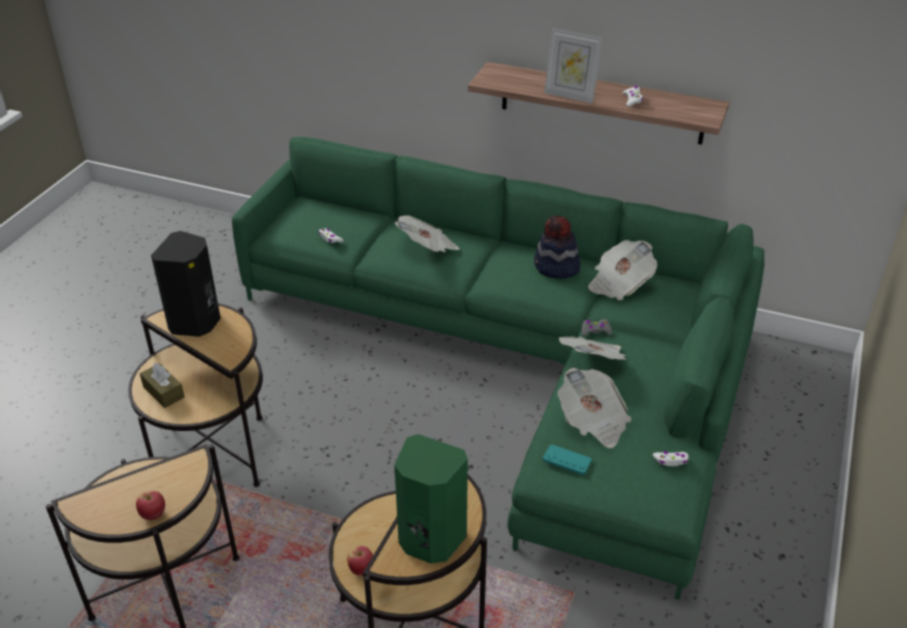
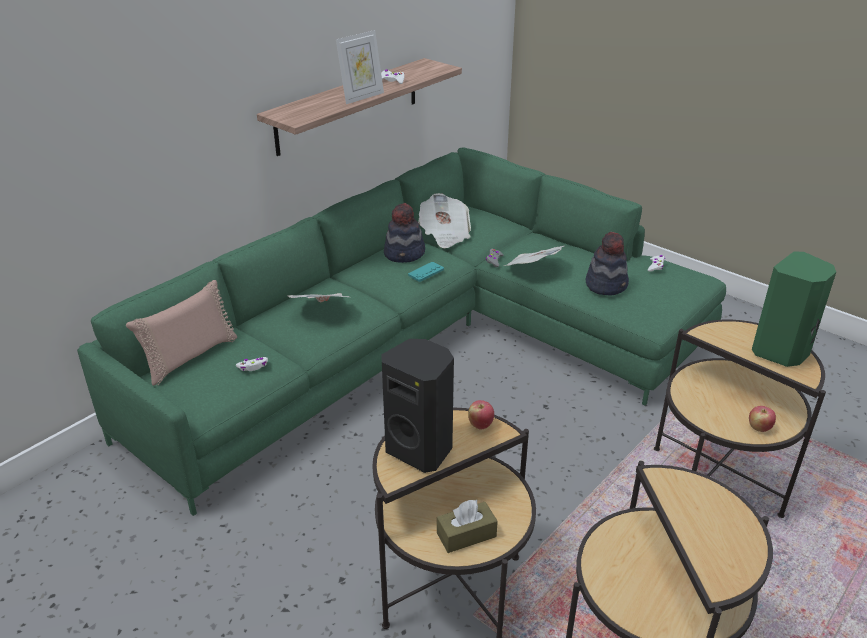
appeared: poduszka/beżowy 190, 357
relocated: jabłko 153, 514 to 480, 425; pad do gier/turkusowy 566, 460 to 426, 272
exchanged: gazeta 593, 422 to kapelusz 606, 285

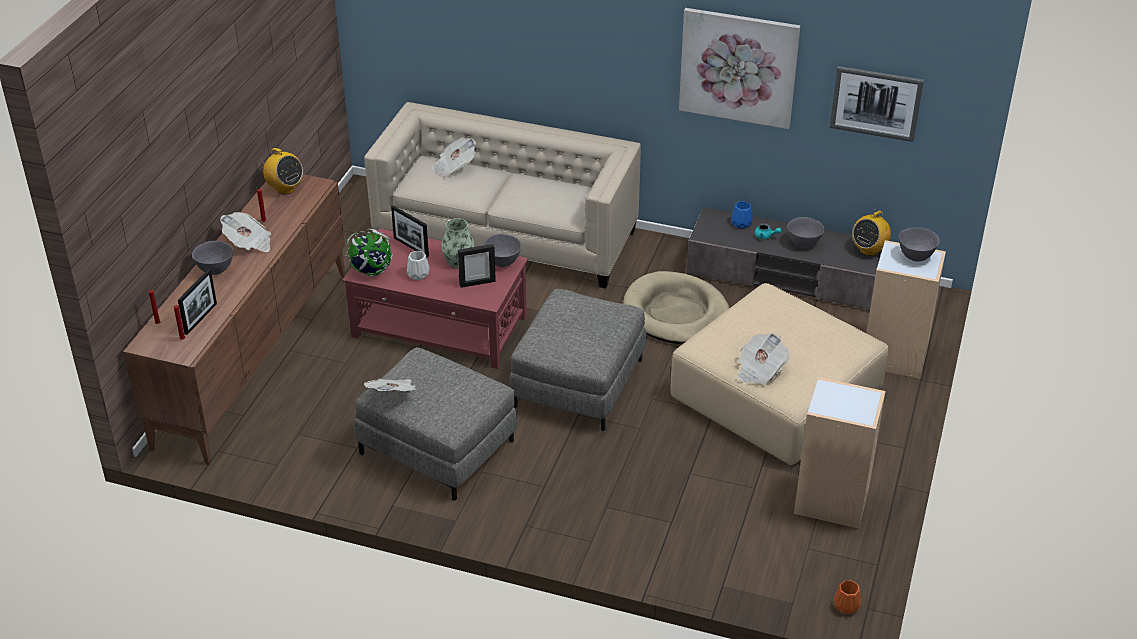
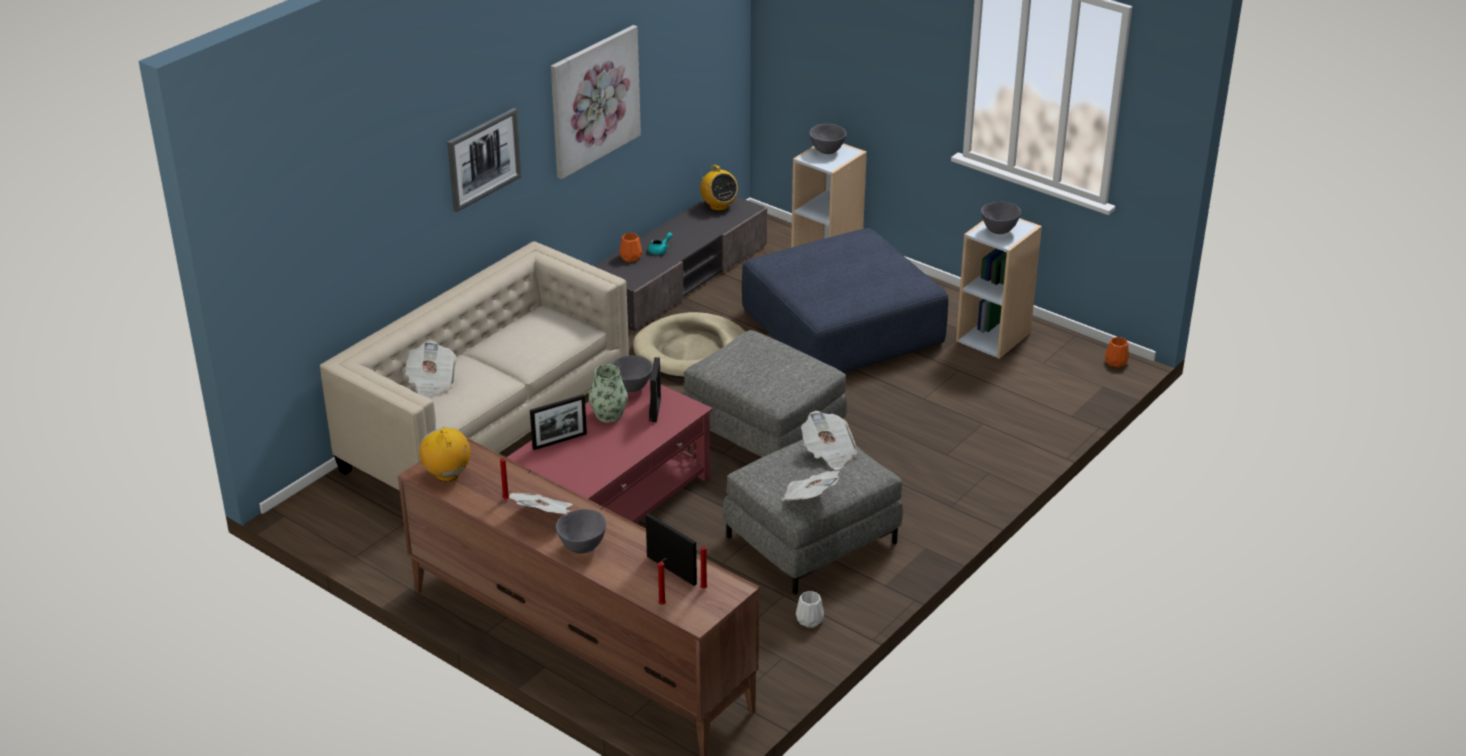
missing: globus 371, 271
relocated: wazon/biały 418, 275 to 810, 620; gazeta 759, 370 to 828, 453; miska/szary 803, 244 to 998, 231; obraz 876, 103 to 483, 159
colour: pufa/beżowy 775, 393 to pufa/niebieski 840, 328; wazon/niebieski 741, 224 to wazon/pomarańczowy 631, 258
spun: radio 285, 189 = 447, 474 90 degrees counterclockwise

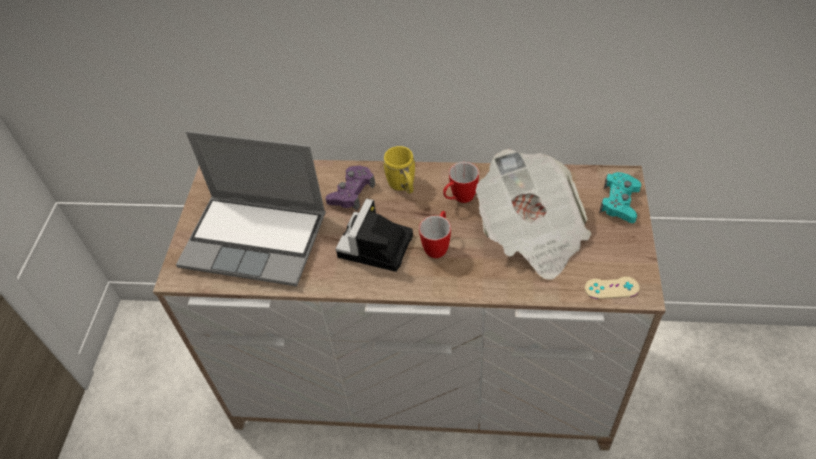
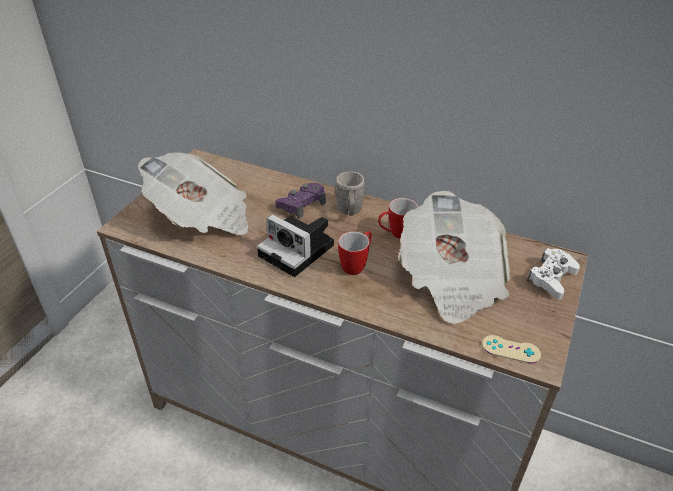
exchanged: laptop 257, 239 to gazeta 202, 217
colour: kubek/żółty 403, 186 to kubek/szary 350, 211; pad do gier/turkusowy 619, 202 to pad do gier/biały 551, 278
spun: aparat fotograficzny 375, 248 = 299, 251 90 degrees counterclockwise

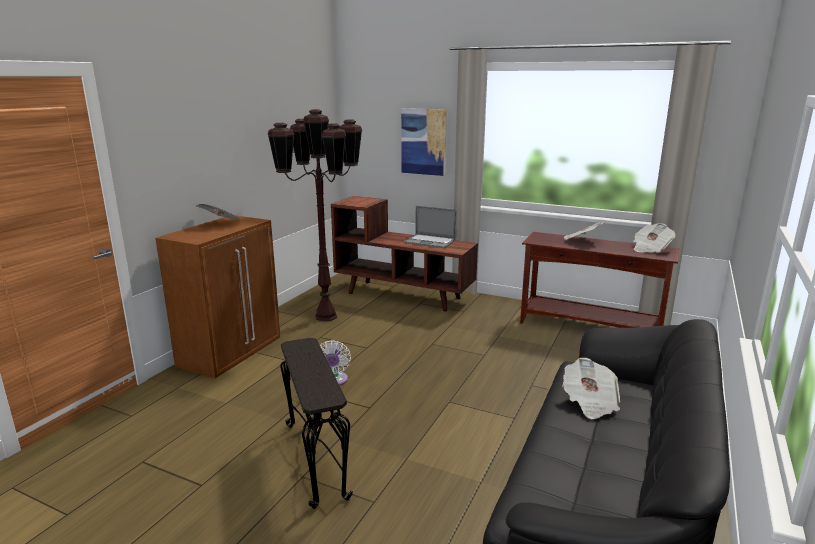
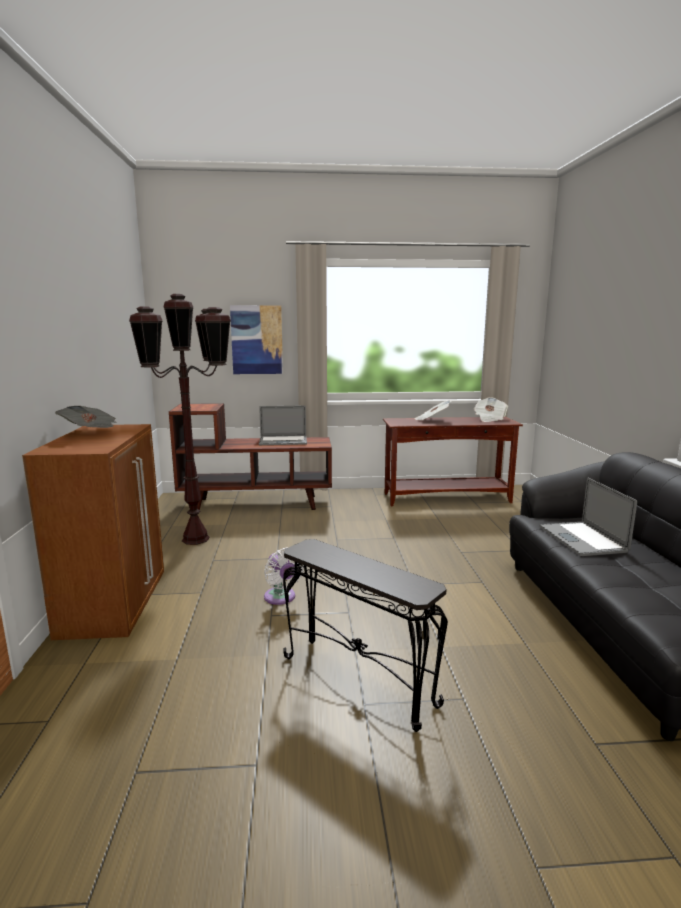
exchanged: gazeta 589, 402 to laptop 582, 539

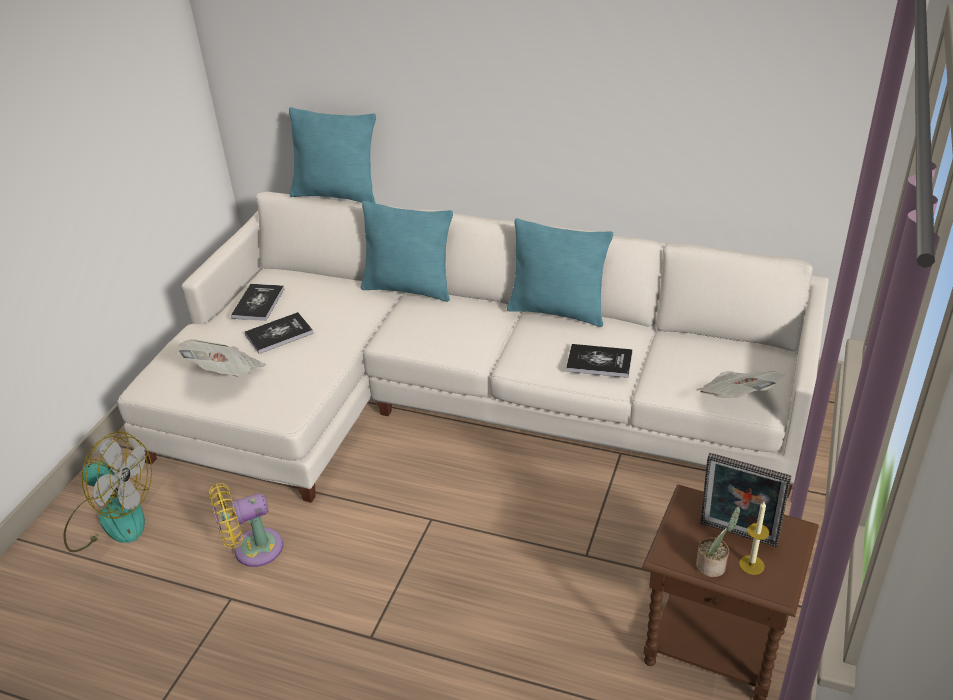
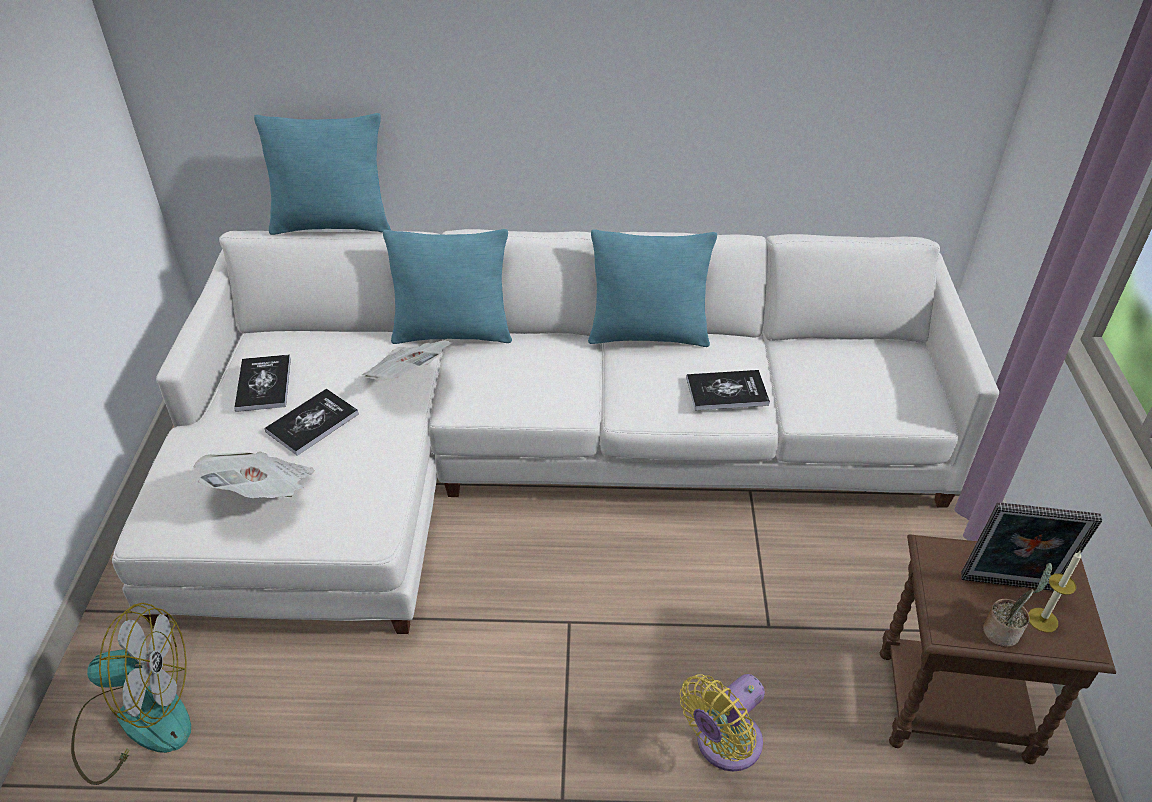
relocated: wentylator/żółty 253, 549 to 723, 745; gazeta 737, 399 to 409, 377

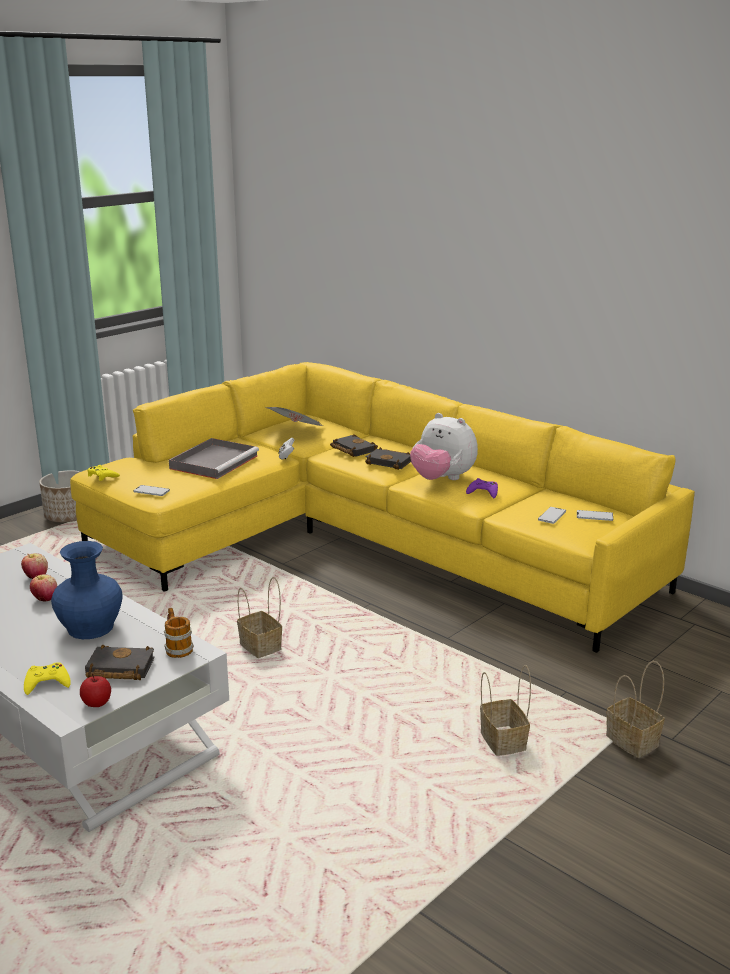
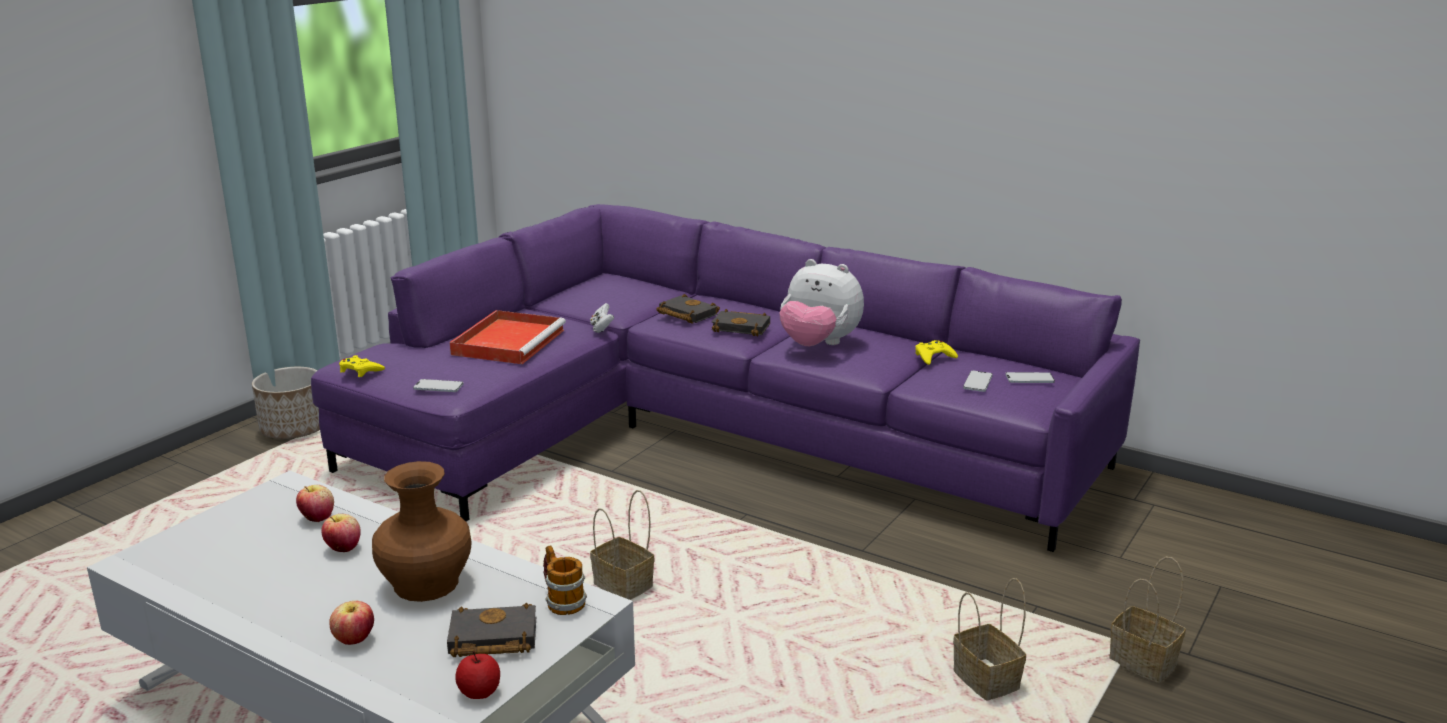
missing: gazeta 297, 432; pad do gier/fioletowy 483, 492
appeared: jabłko 354, 640
relocated: pad do gier/żółty 47, 683 to 934, 357
colour: wazon/niebieski 91, 627 to wazon/brązowy 426, 583; kanapa/żółty 366, 543 to kanapa/fioletowy 710, 435; taca/szary 214, 461 to taca/czerwony 509, 341

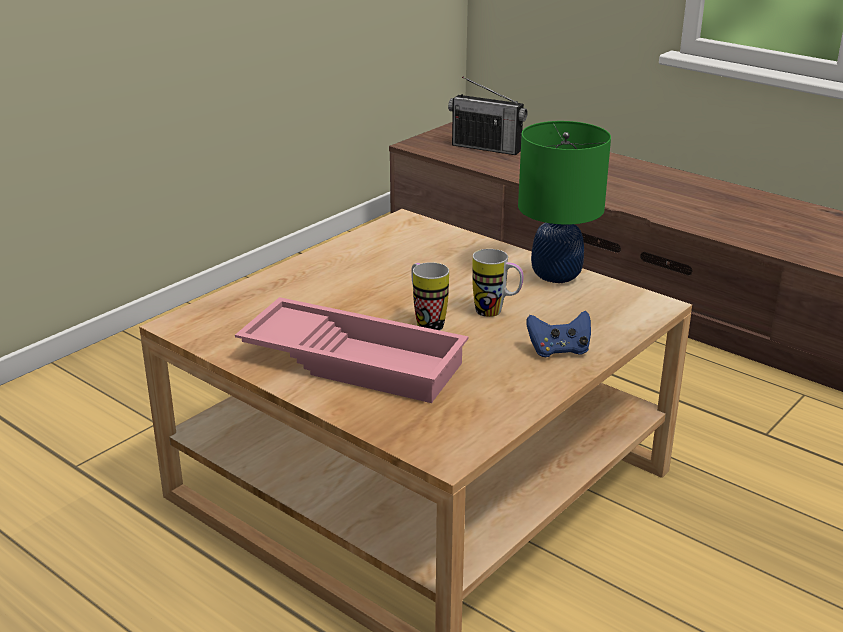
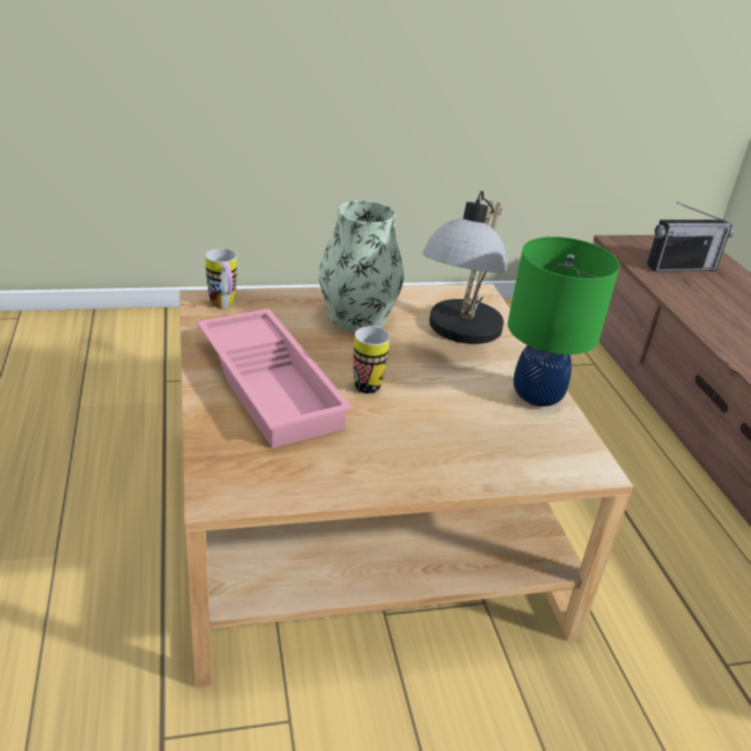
missing: pad do gier/niebieski 559, 350
appeared: wazon 357, 317; lampa stołowa 459, 335
relocated: kubek 496, 313 to 224, 306
spun: radio 486, 147 = 681, 267 75 degrees counterclockwise

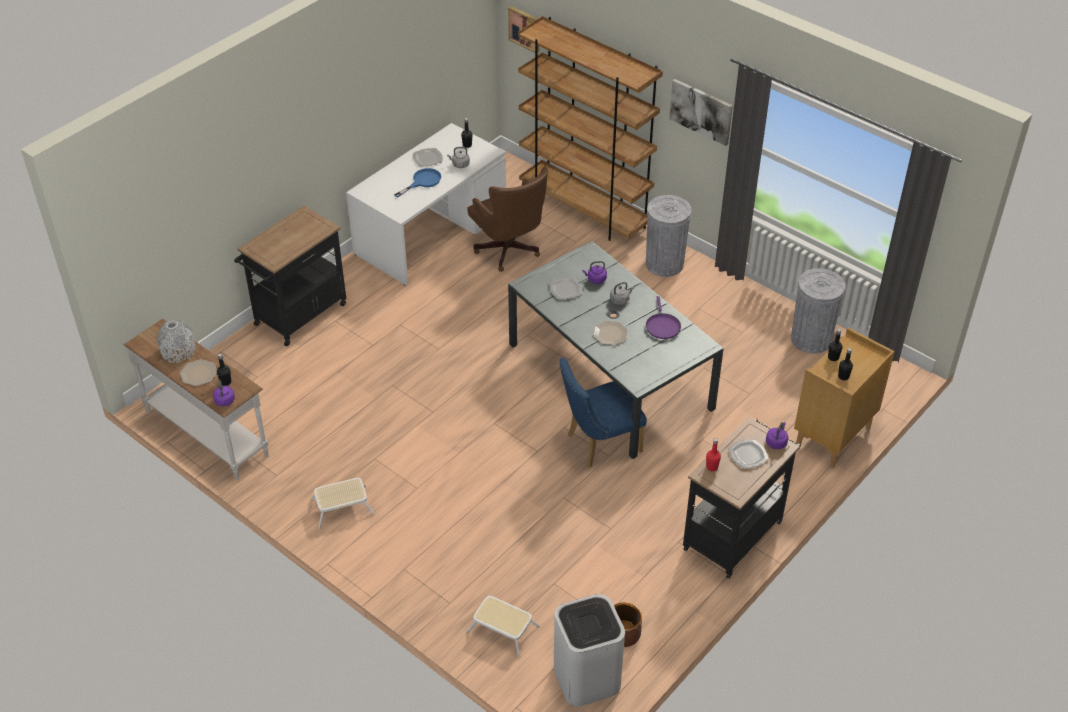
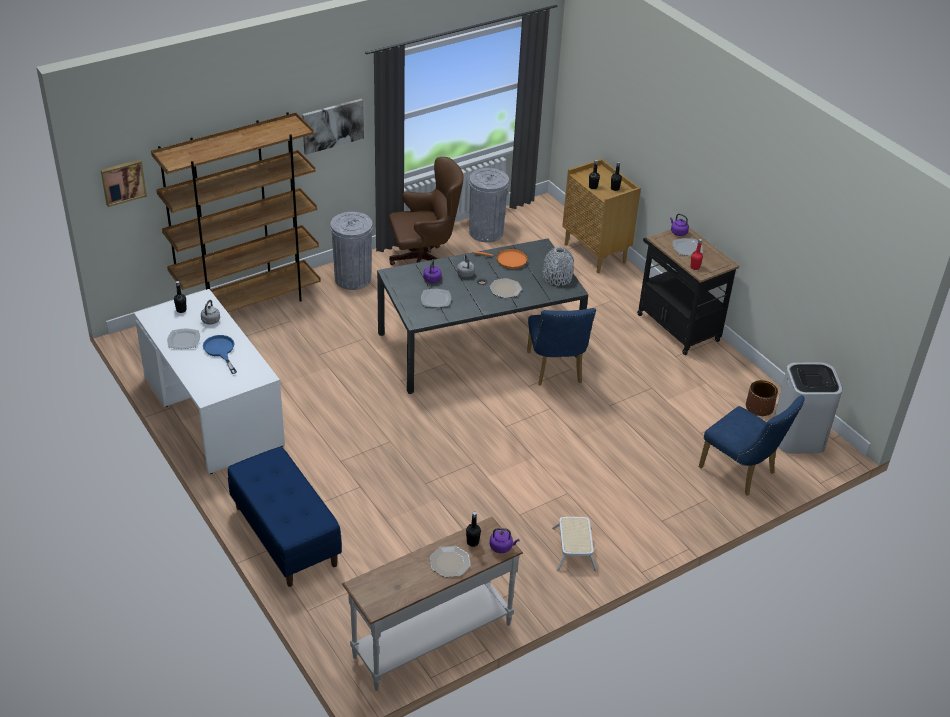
relocated: wazon/szary 178, 351 to 557, 277; krzesło biurowe/brązowy 509, 252 to 424, 261
exchanged: wózek/czarny 298, 316 to ławka/niebieski 284, 536; drabinka/beżowy 503, 629 to krzesło/niebieski 741, 473
colour: patelnia/fioletowy 662, 326 to patelnia/pomarańczowy 509, 260

